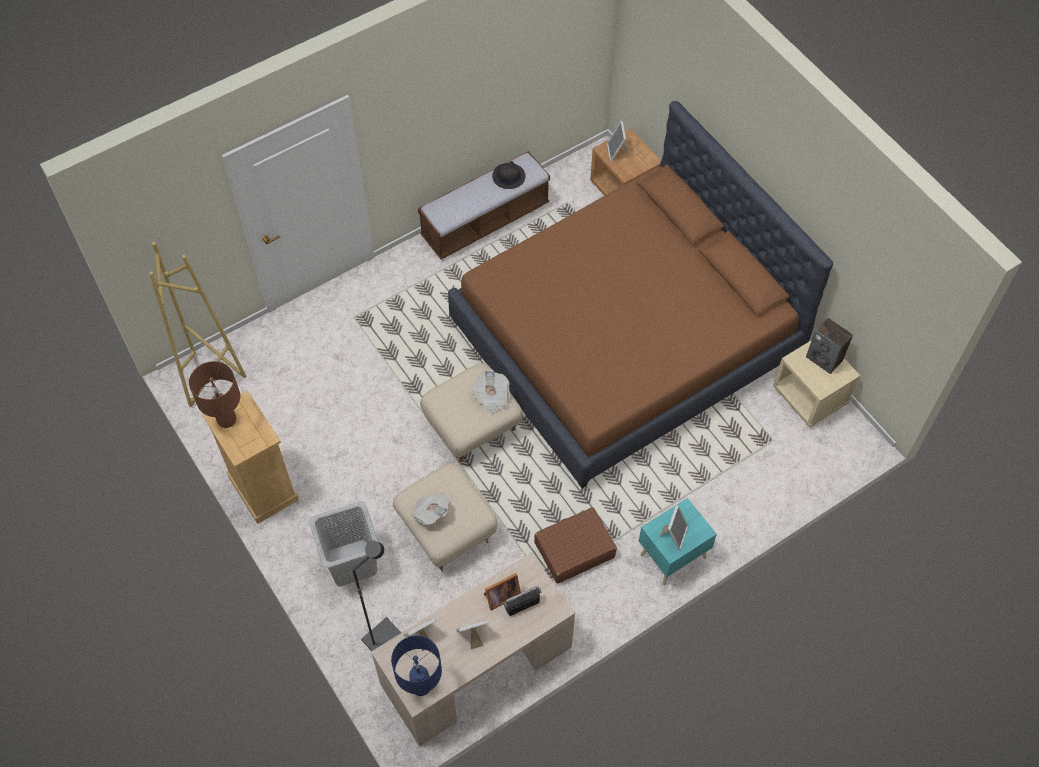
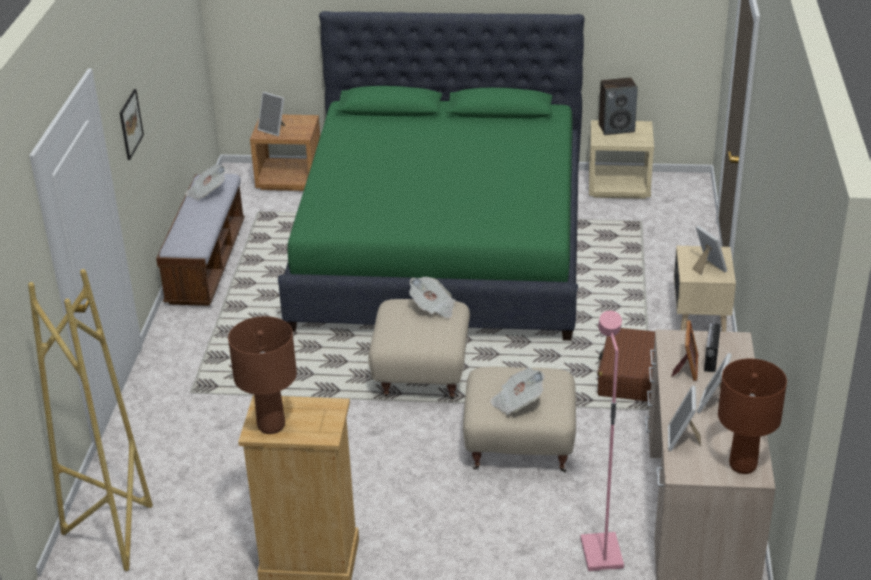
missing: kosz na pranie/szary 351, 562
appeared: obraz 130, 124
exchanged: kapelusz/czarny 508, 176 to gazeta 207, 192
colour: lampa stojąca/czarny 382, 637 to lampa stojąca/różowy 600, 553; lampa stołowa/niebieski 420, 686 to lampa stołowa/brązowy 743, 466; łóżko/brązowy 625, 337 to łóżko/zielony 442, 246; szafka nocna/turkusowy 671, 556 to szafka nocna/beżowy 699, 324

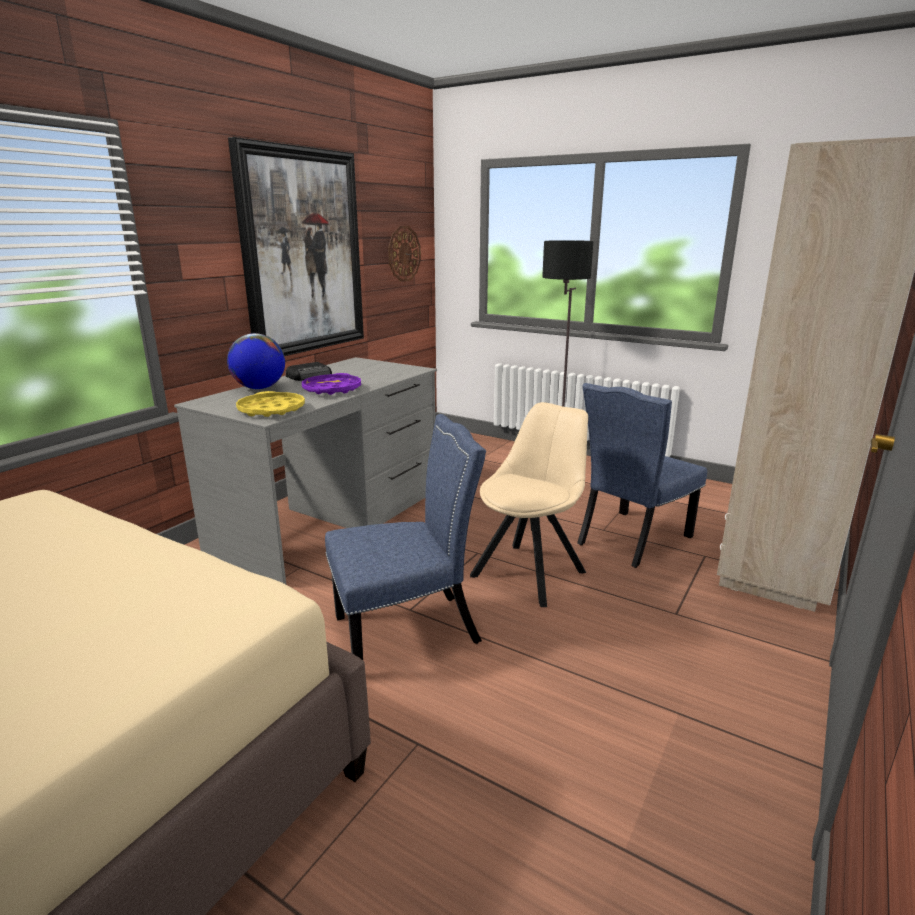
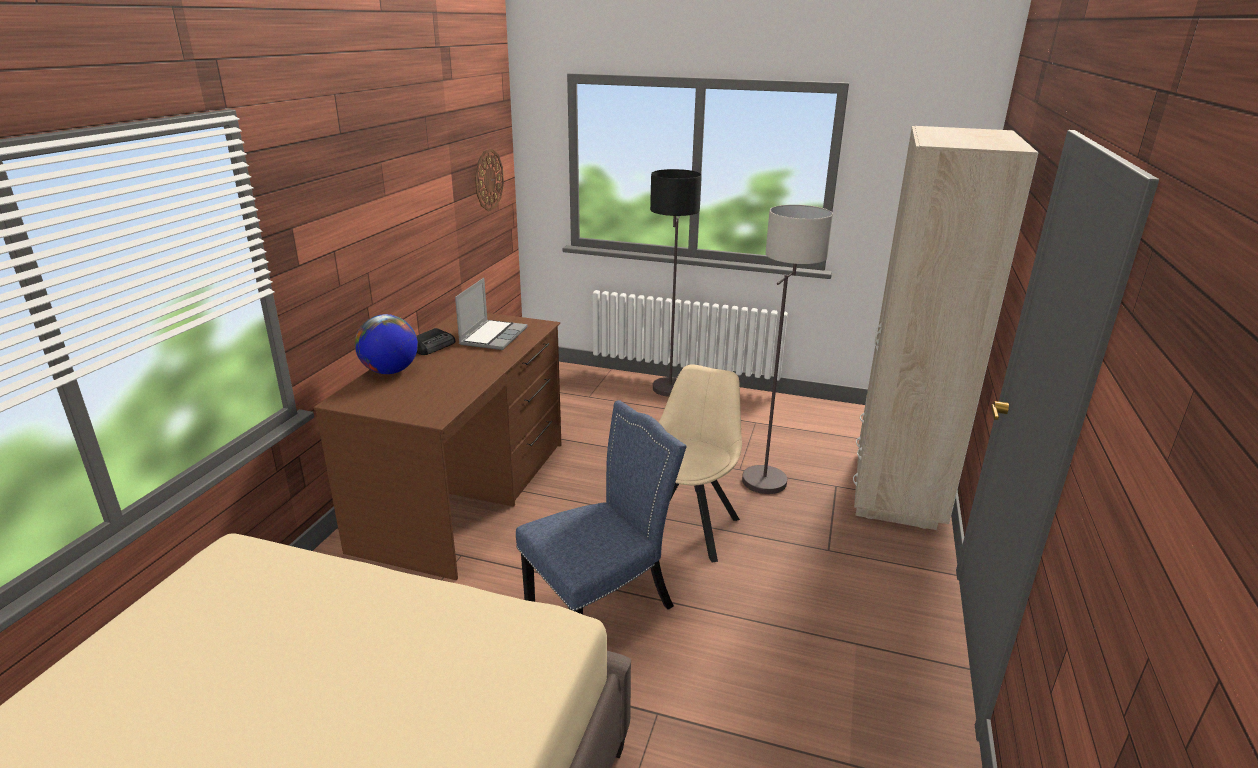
missing: obraz 303, 252; taca/żółty 271, 410; taca/fioletowy 332, 389
appeared: laptop 493, 336
exchanged: krzesło/niebieski 633, 538 to lampa stojąca/szary 769, 475
colour: biurko/szary 331, 520 to biurko/brązowy 466, 493

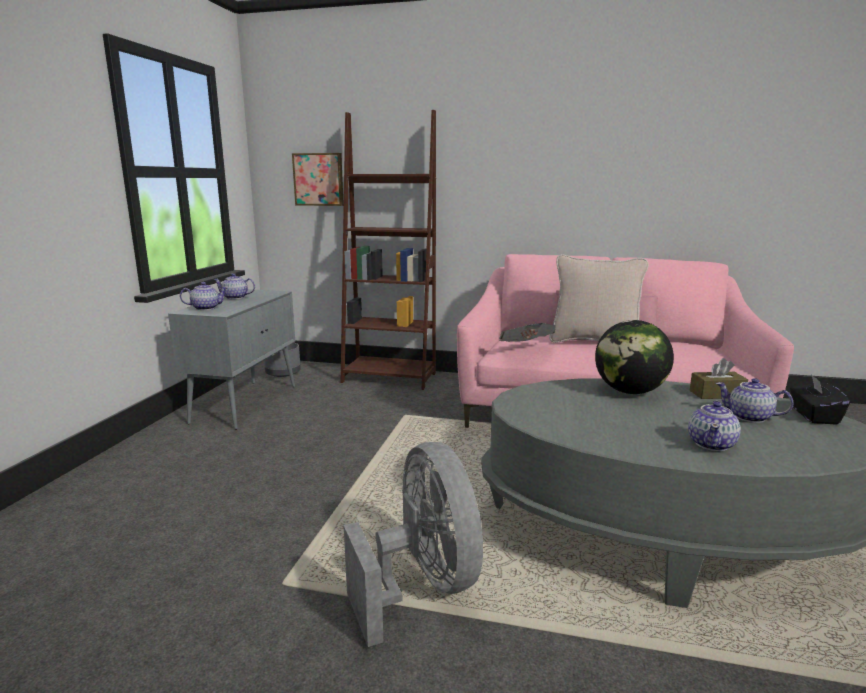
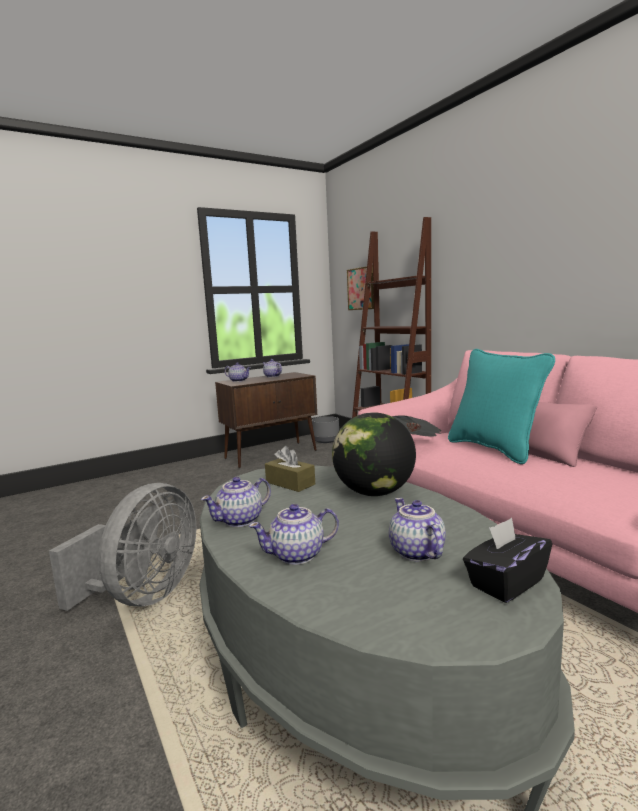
appeared: imbryk 240, 520
relocated: pudełko chusteczek/brązowy 716, 394 to 290, 483
colour: szafka/szary 246, 403 to szafka/brązowy 272, 454; poduszka/beżowy 594, 342 to poduszka/turkusowy 494, 449

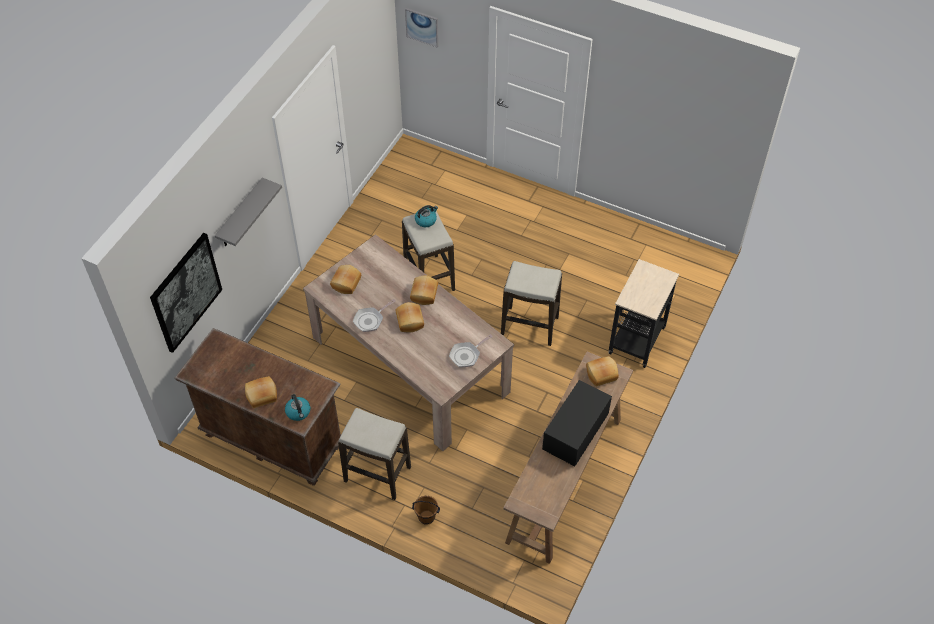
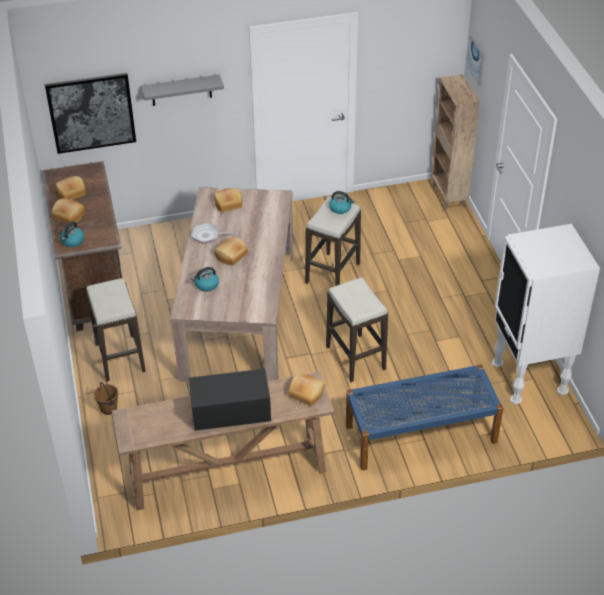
missing: patelnia 466, 355
appeared: czajnik 206, 285; regał/brązowy 448, 197; szafka/biały 528, 377
relocated: chleb 423, 294 to 71, 193
exchanged: wózek 637, 341 to ławka/niebieski 421, 434

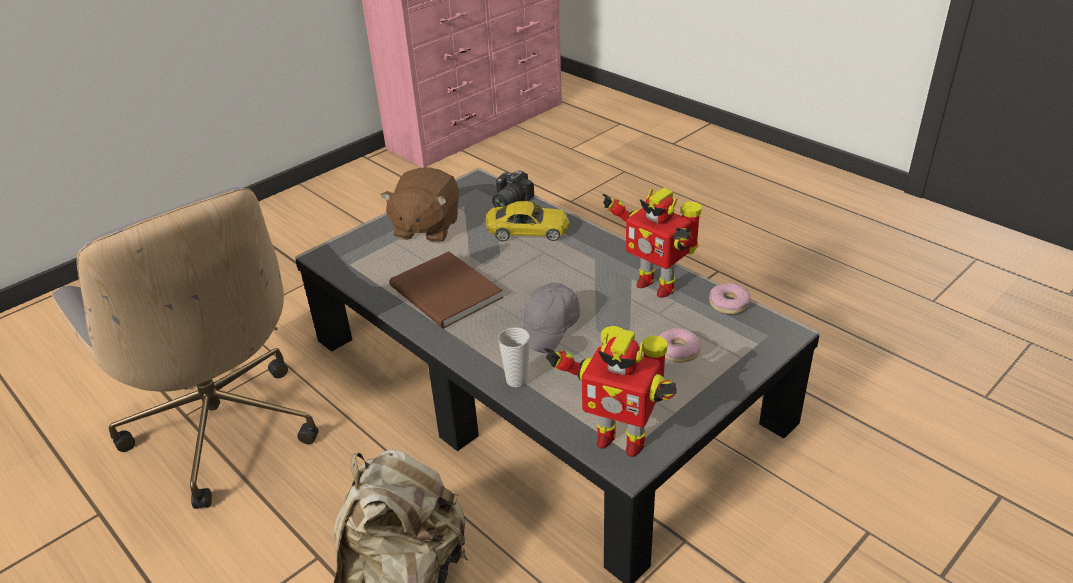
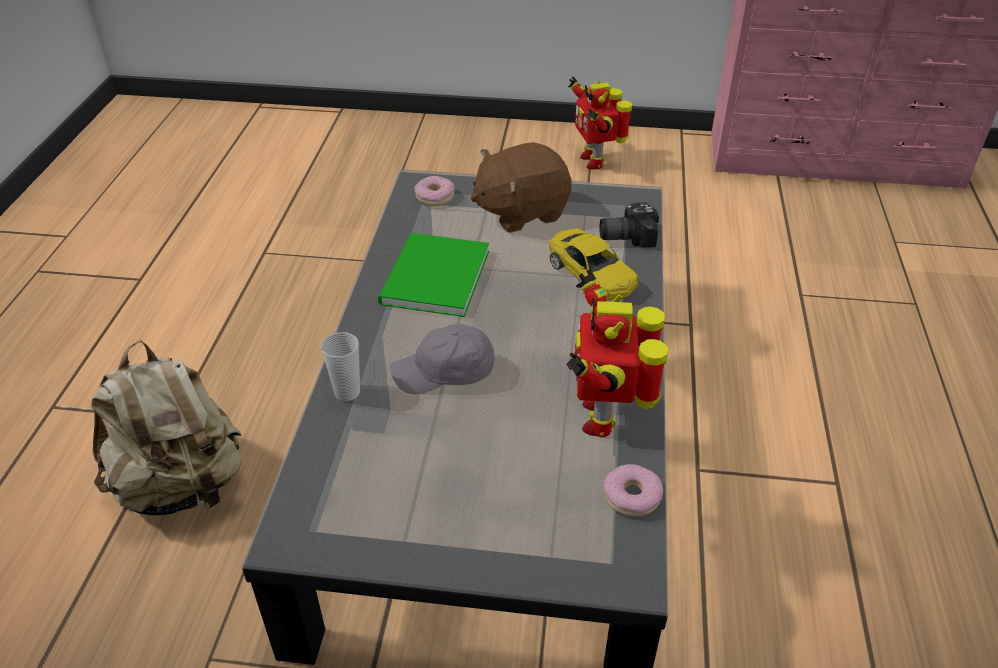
missing: krzesło biurowe/szary 225, 436
relocated: robot zabawkowy 619, 438 to 594, 160; donut 678, 351 to 435, 197
colour: książka/brązowy 445, 294 to książka/zielony 432, 279

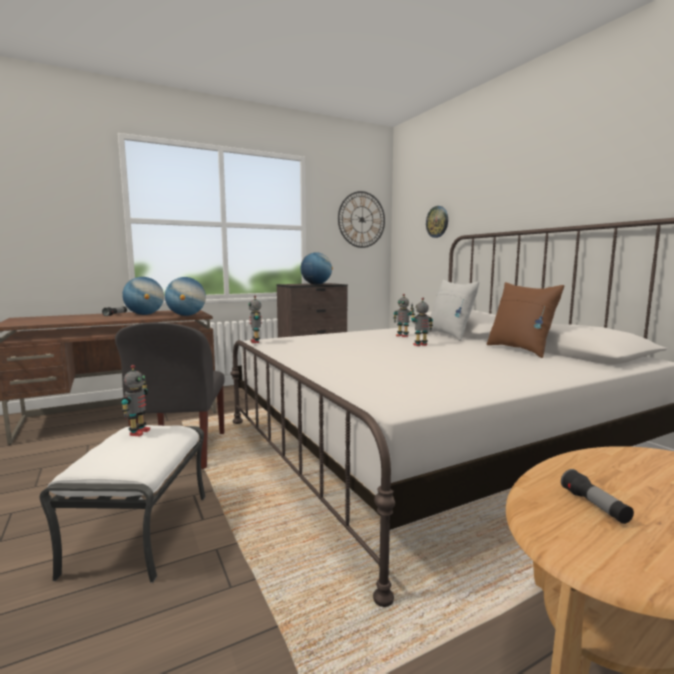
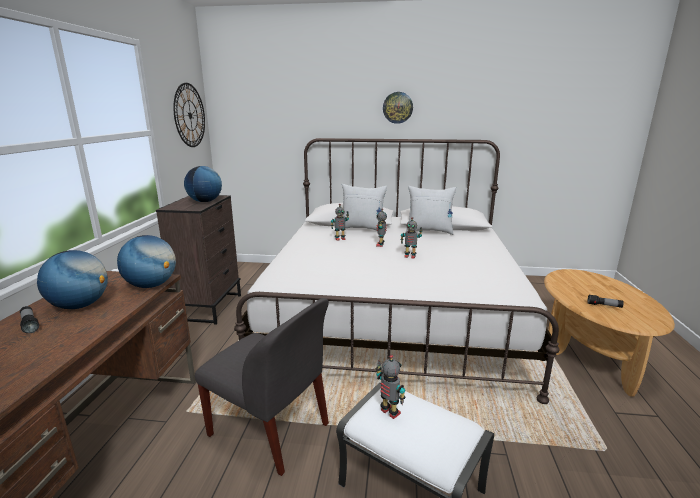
relocated: robot zabawkowy 256, 342 to 410, 256; zegar ścienny 437, 221 to 397, 107
colour: poduszka/brązowy 519, 350 to poduszka/szary 429, 231

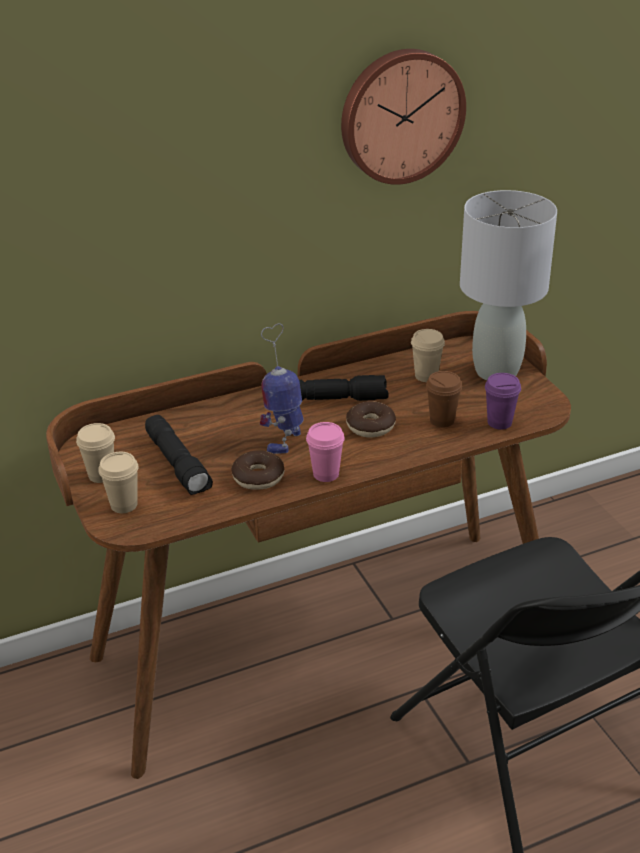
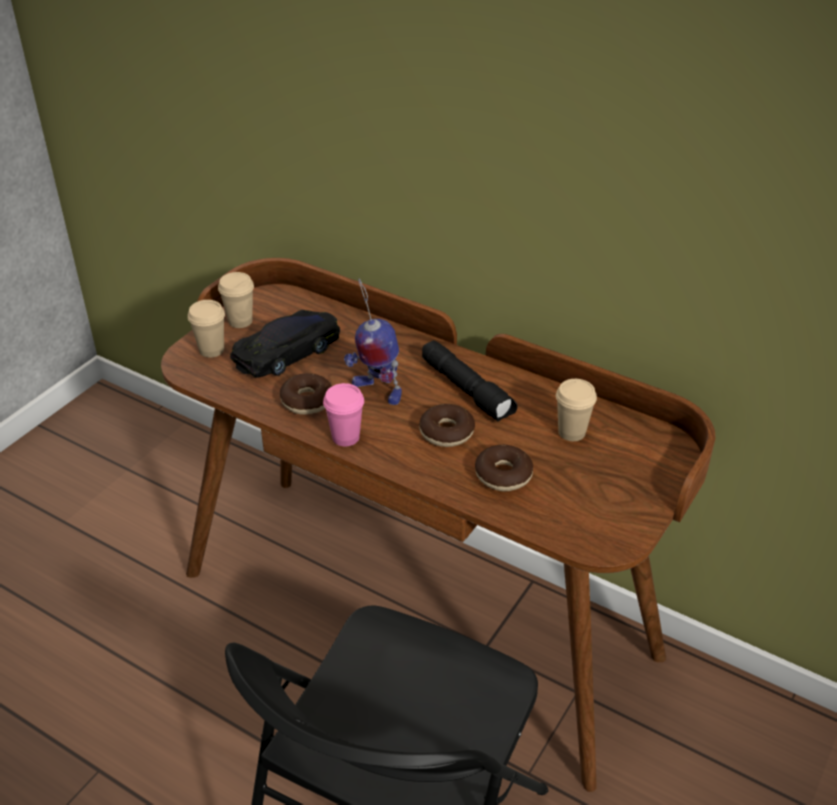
missing: zegar ścienny 400, 115; lampa stołowa/szary 497, 371; filiżanka/fioletowy 499, 422
exchanged: latarka/czarny 179, 464 to samochodzik/czarny 288, 351; filiżanka/brązowy 442, 420 to donut 503, 475
spun: robot zabawkowy 285, 439 = 376, 391 135 degrees counterclockwise

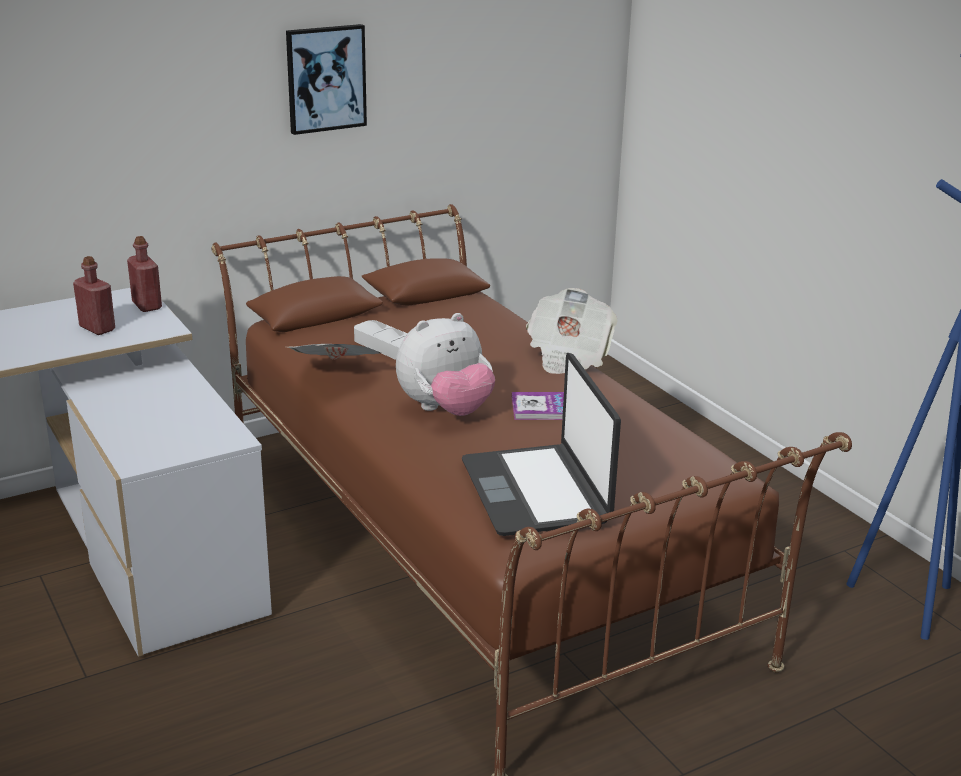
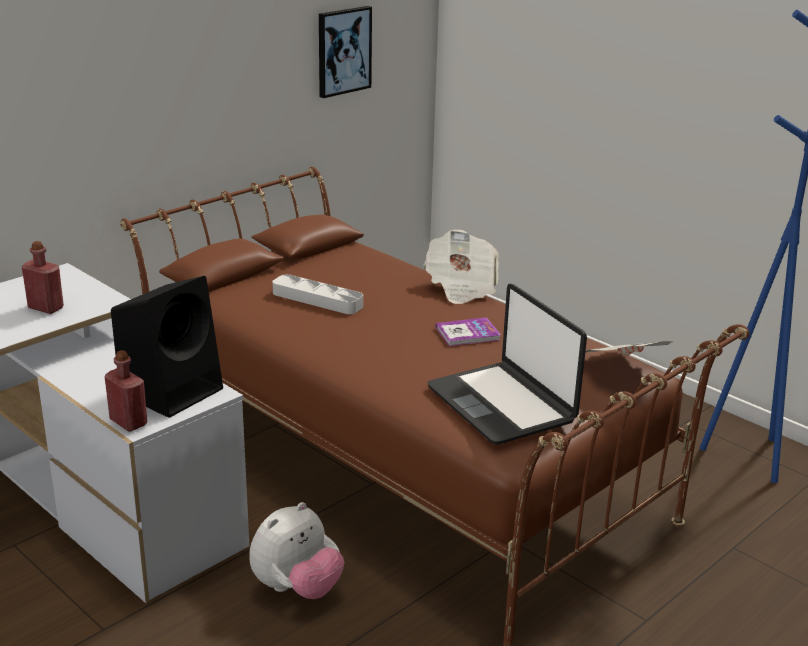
appeared: głośnik/czarny 173, 390
relocated: butelka/czerwony 147, 305 to 128, 422; obraz 325, 78 to 343, 51; gazeta 336, 374 to 622, 369; pluszak 445, 410 to 297, 588

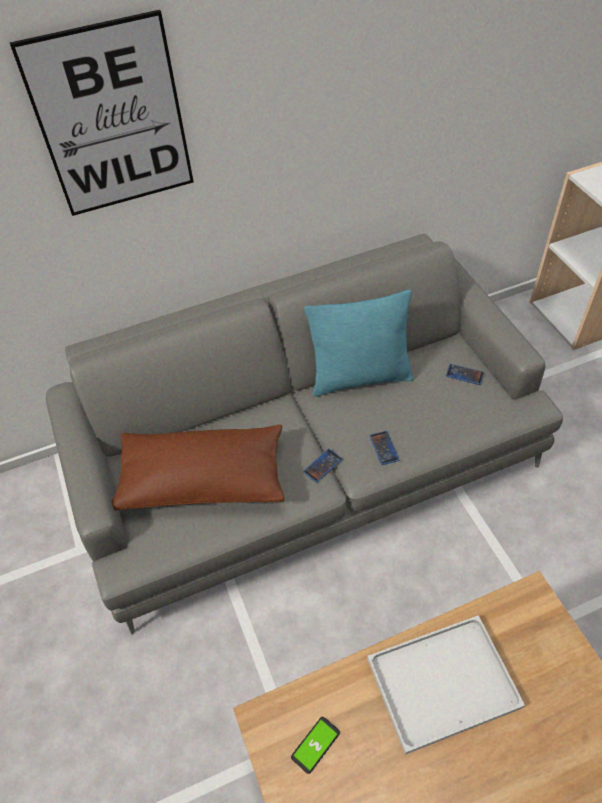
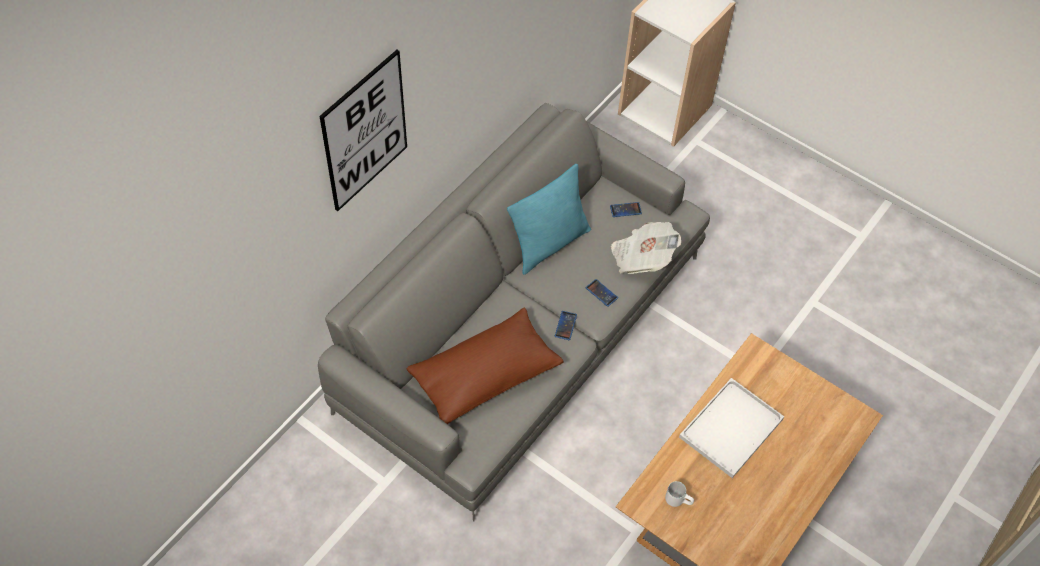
appeared: gazeta 642, 257
exchanged: telefon 315, 744 to kubek/biały 678, 500

